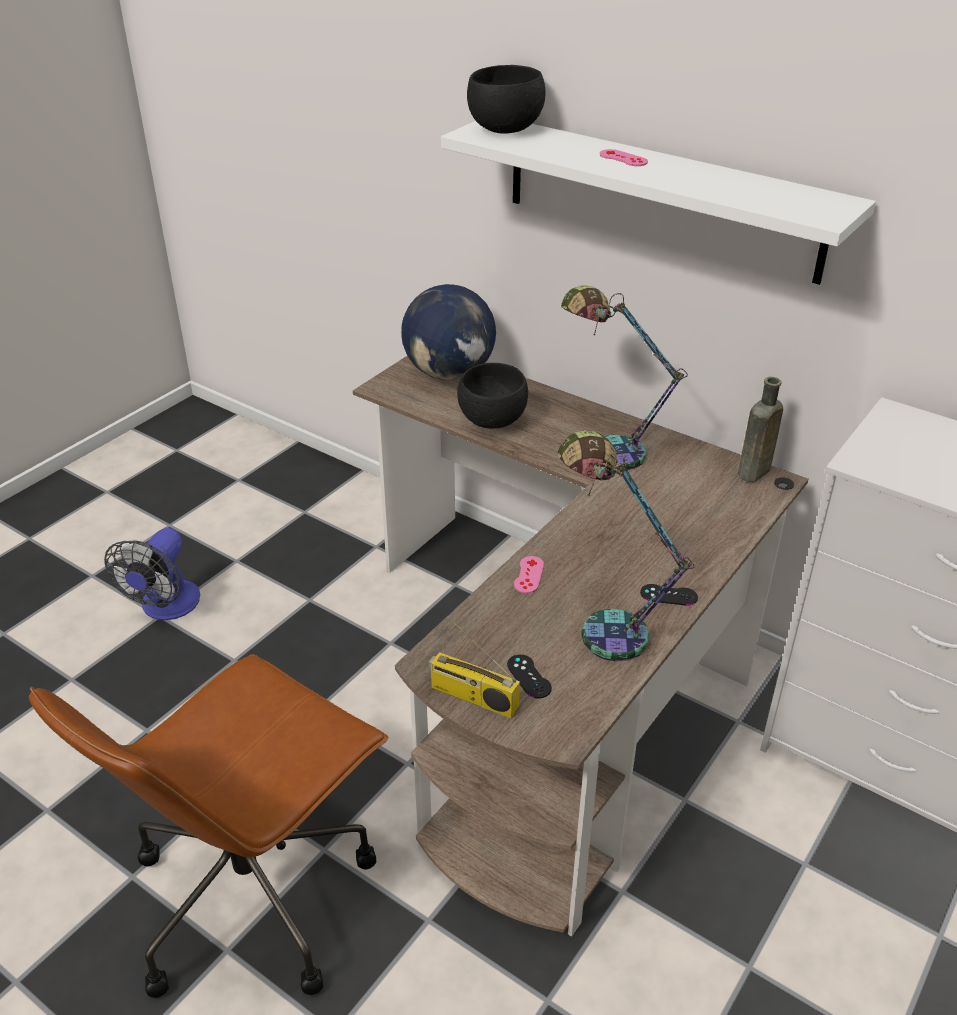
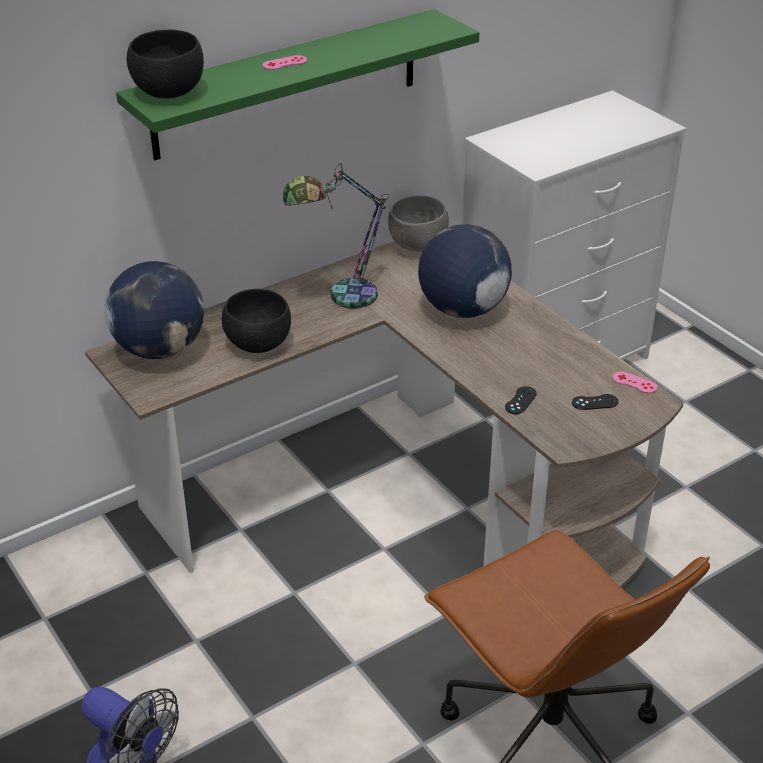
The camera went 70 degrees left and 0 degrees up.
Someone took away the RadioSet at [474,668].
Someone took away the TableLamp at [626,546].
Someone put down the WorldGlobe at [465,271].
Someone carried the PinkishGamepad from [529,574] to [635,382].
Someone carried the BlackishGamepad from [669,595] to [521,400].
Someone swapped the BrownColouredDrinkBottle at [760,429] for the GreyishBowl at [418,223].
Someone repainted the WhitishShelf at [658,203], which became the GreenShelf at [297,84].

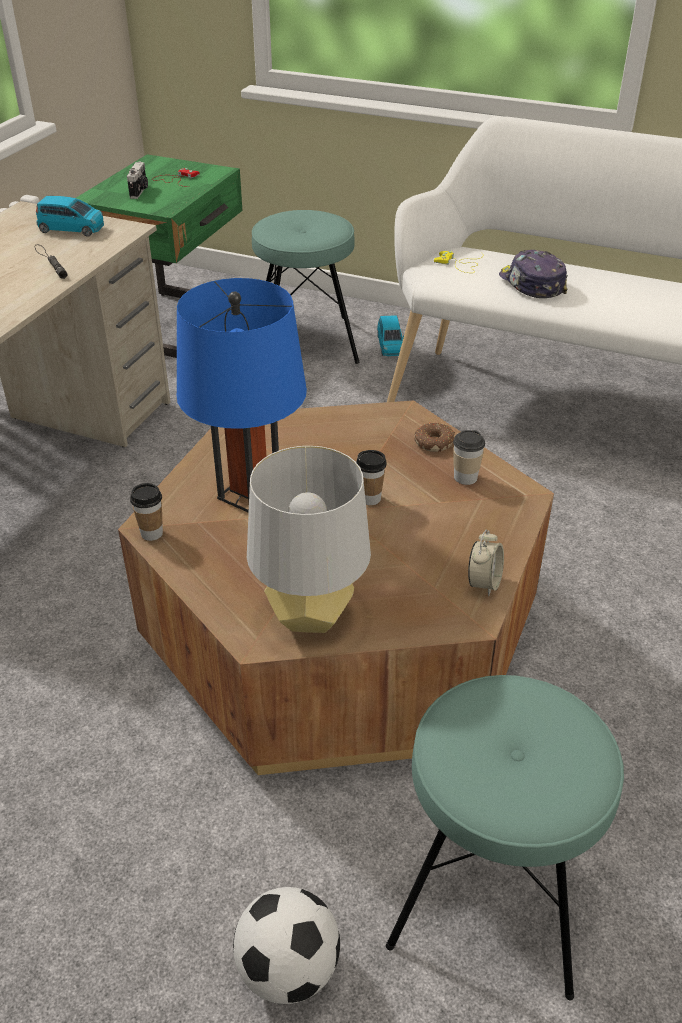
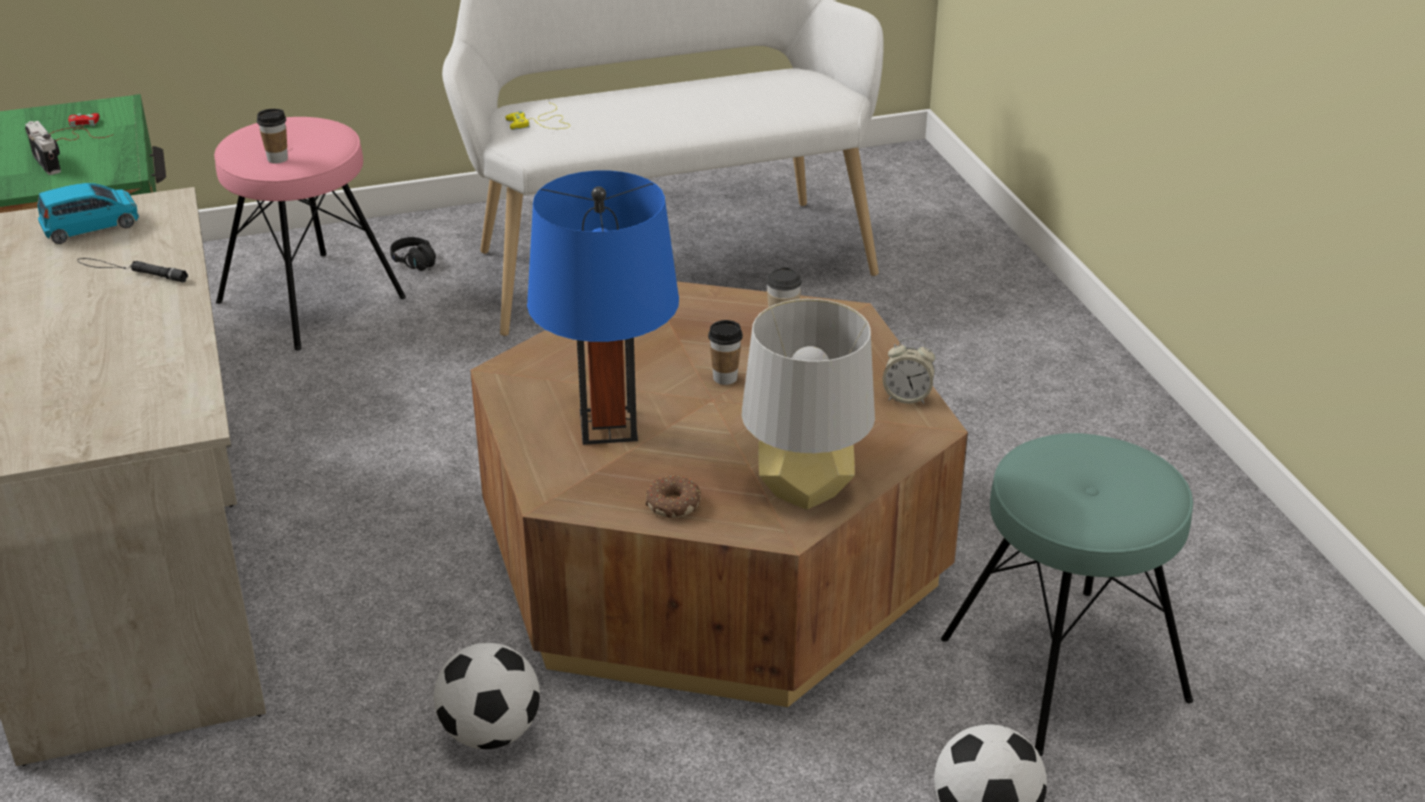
The camera went 40 degrees left and 5 degrees down.
Someone took away the BaseballCap at [533,274].
Someone put down the Football at [487,695].
Someone carried the DrinkingCup from [146,512] to [272,136].
Someone carried the Doughnut from [435,437] to [673,496].
Someone swapped the BluishMiniatureCar at [390,335] for the BlackishHeadset at [413,254].
Someone repainted the BlueGreenStool at [305,287], which became the PinkishStool at [310,234].
Someone rotated the AlarmClock at [486,563] by 120 degrees clockwise.

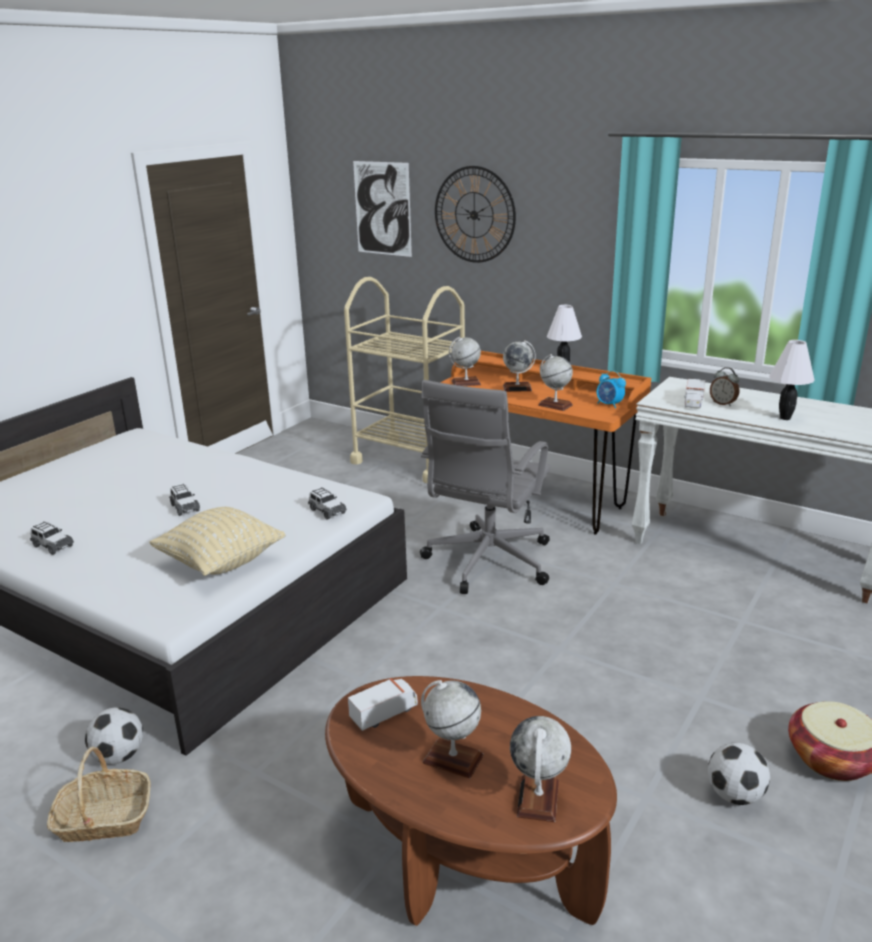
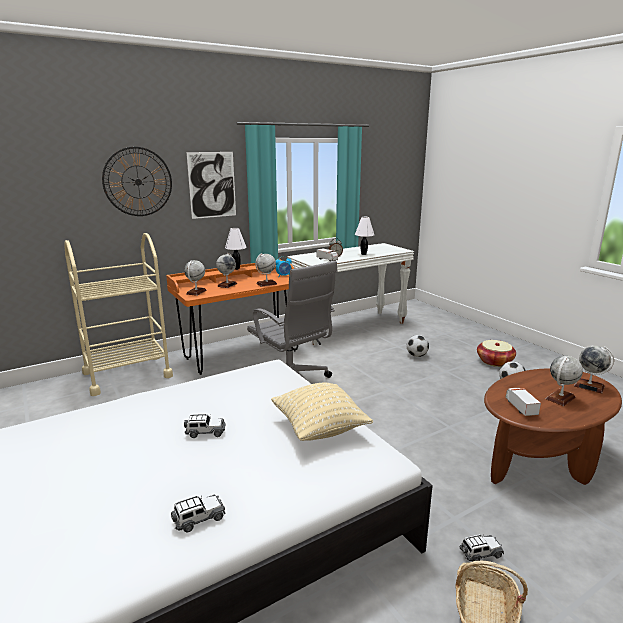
The camera went 65 degrees left and 5 degrees down.
Someone carried the Football from [114,735] to [418,346].
Someone carried the MiniatureCar from [327,503] to [482,547].
Someone carried the WallPicture from [382,209] to [211,185].

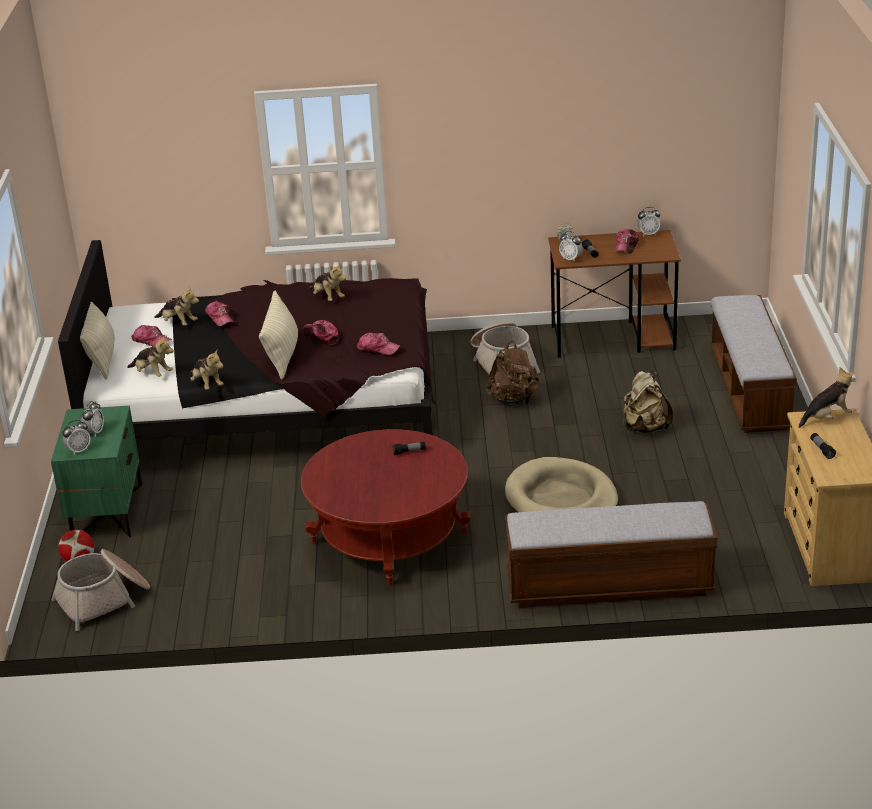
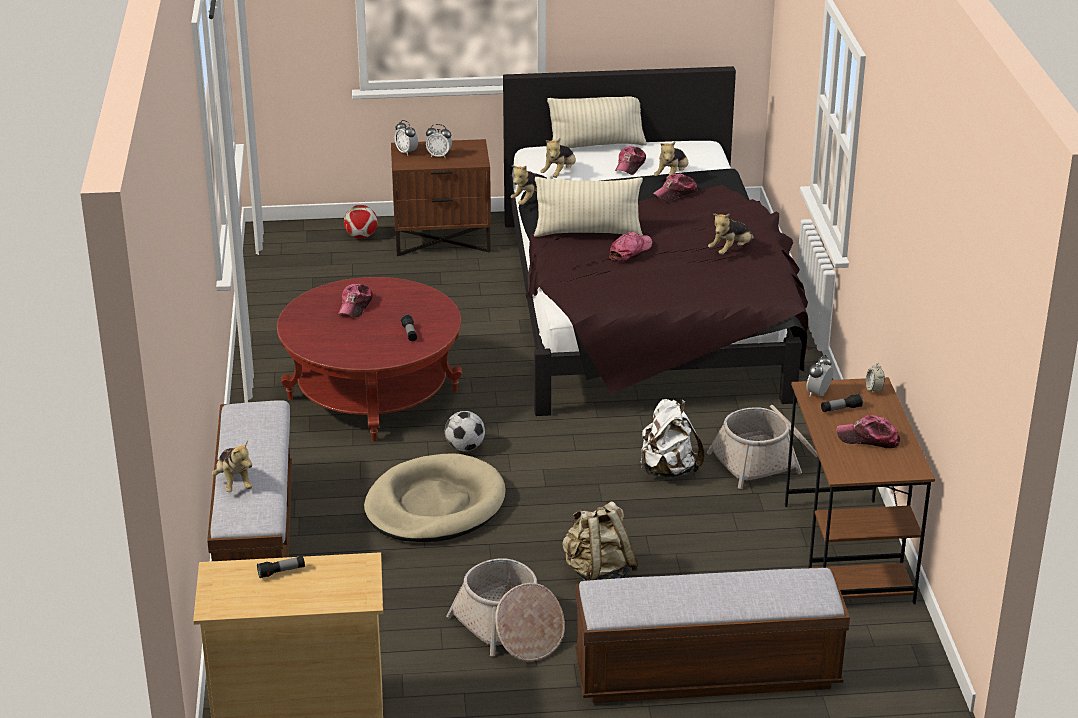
The camera went 85 degrees right and 0 degrees up.
Someone took away the AlarmClock at [649,221].
Someone put down the Football at [465,431].
Someone carried the StorageBasket from [101,590] to [505,610].
Someone carried the BaseballCap from [378,344] to [355,300].
Someone carried the CuddlyToy from [827,397] to [231,466].
Someone repainted the GreenNightstand at [96,472], which became the BrownColouredNightstand at [441,197].
Someone repainted the BrownColouredRucksack at [512,372], which became the WhitishRucksack at [672,438].

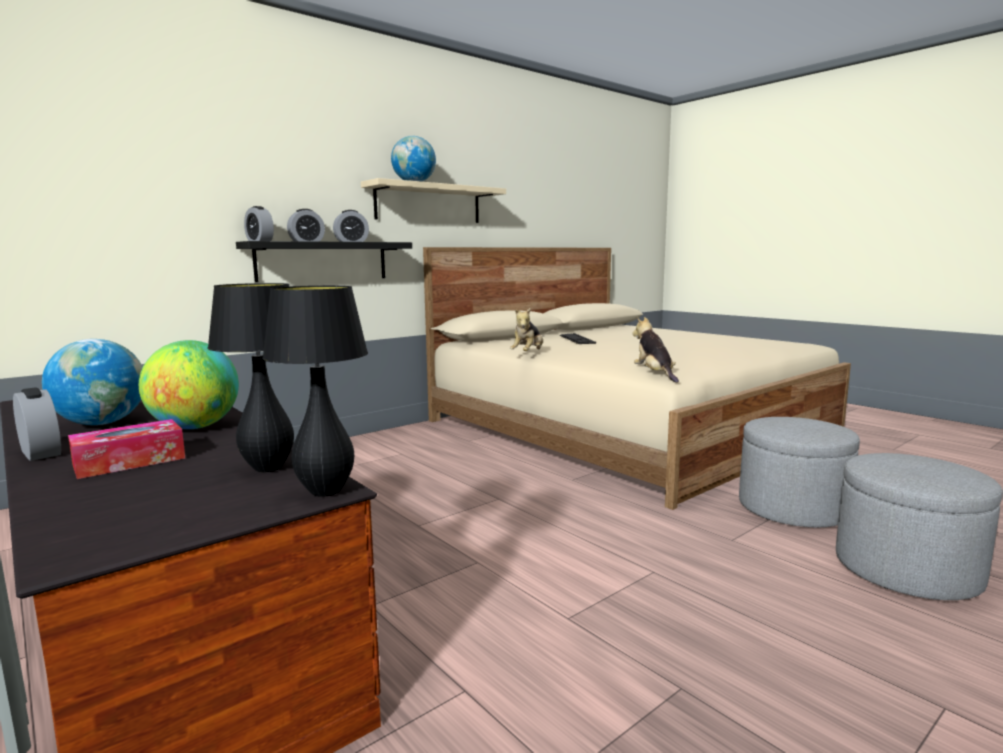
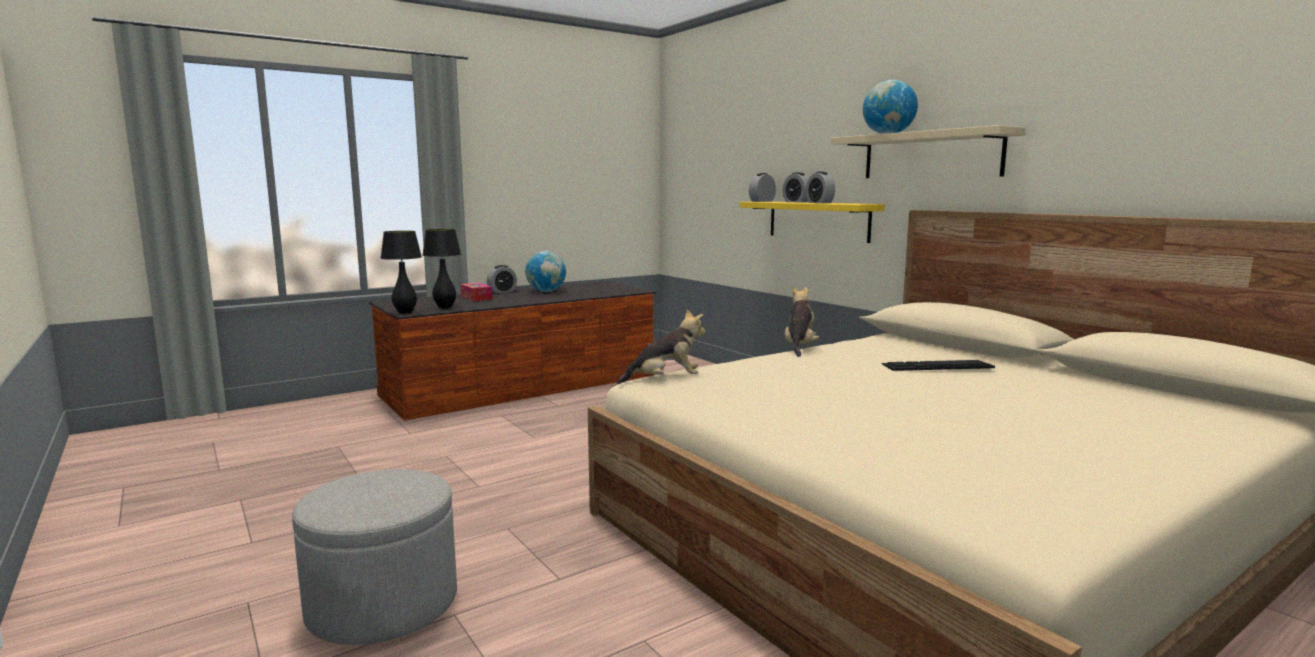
The camera went 95 degrees right and 0 degrees up.
Someone took away the WorldGlobe at [189,384].
Someone took away the GreyishOttoman at [799,472].
Someone repainted the BlackishShelf at [324,262], which became the YellowShelf at [811,222].
Someone rotated the CuddlyToy at [526,329] by 75 degrees clockwise.

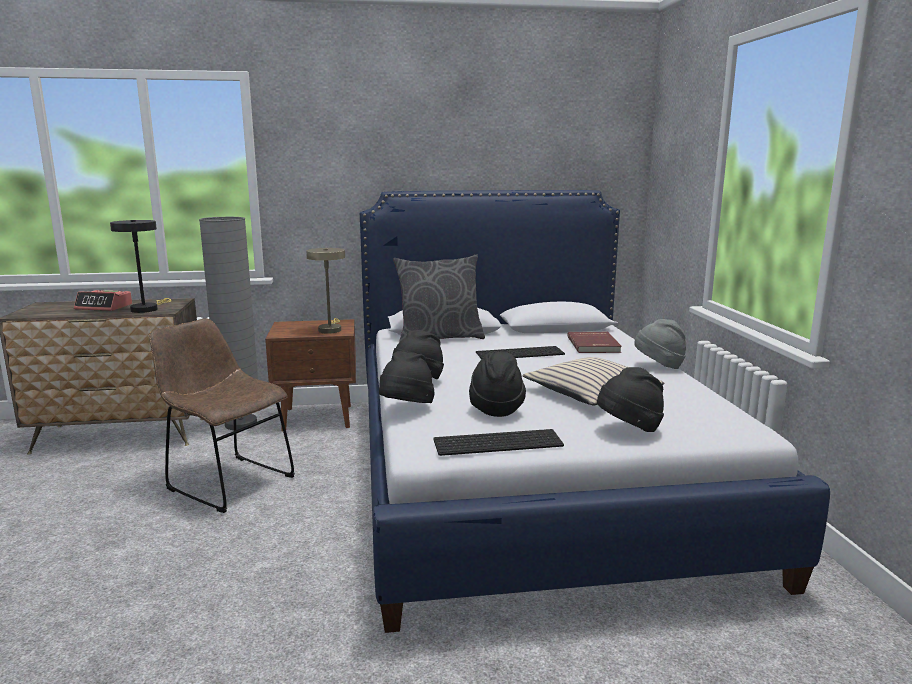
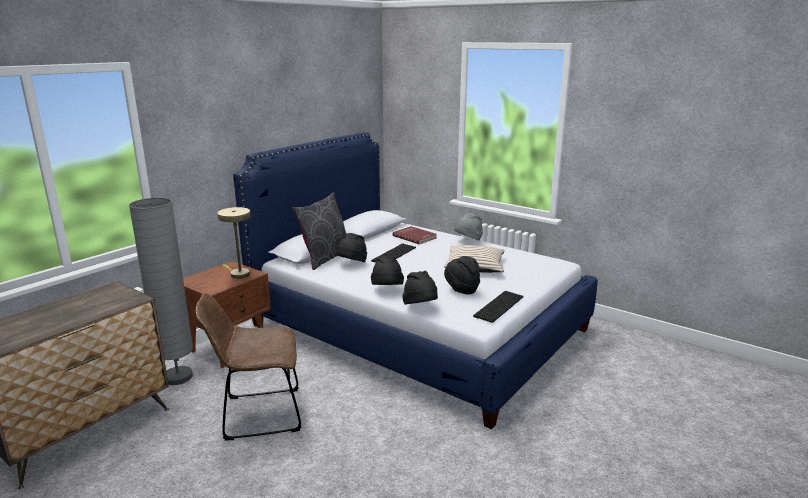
The camera went 45 degrees left and 5 degrees up.
Someone took away the AlarmClock at [103,300].
Someone took away the BlackishTableLamp at [140,266].
Someone carried the BlackishWearableHat from [630,399] to [351,247].

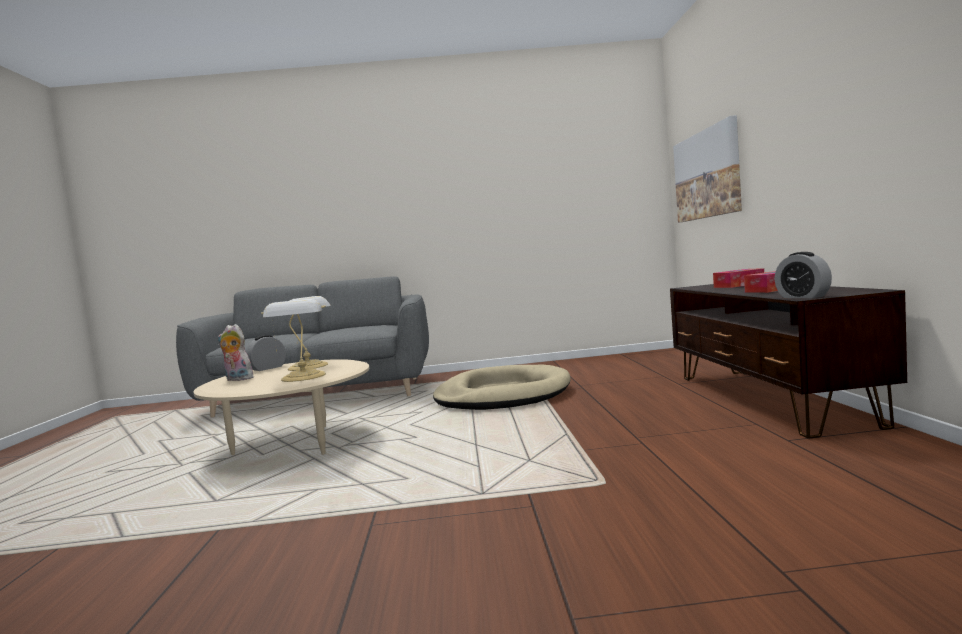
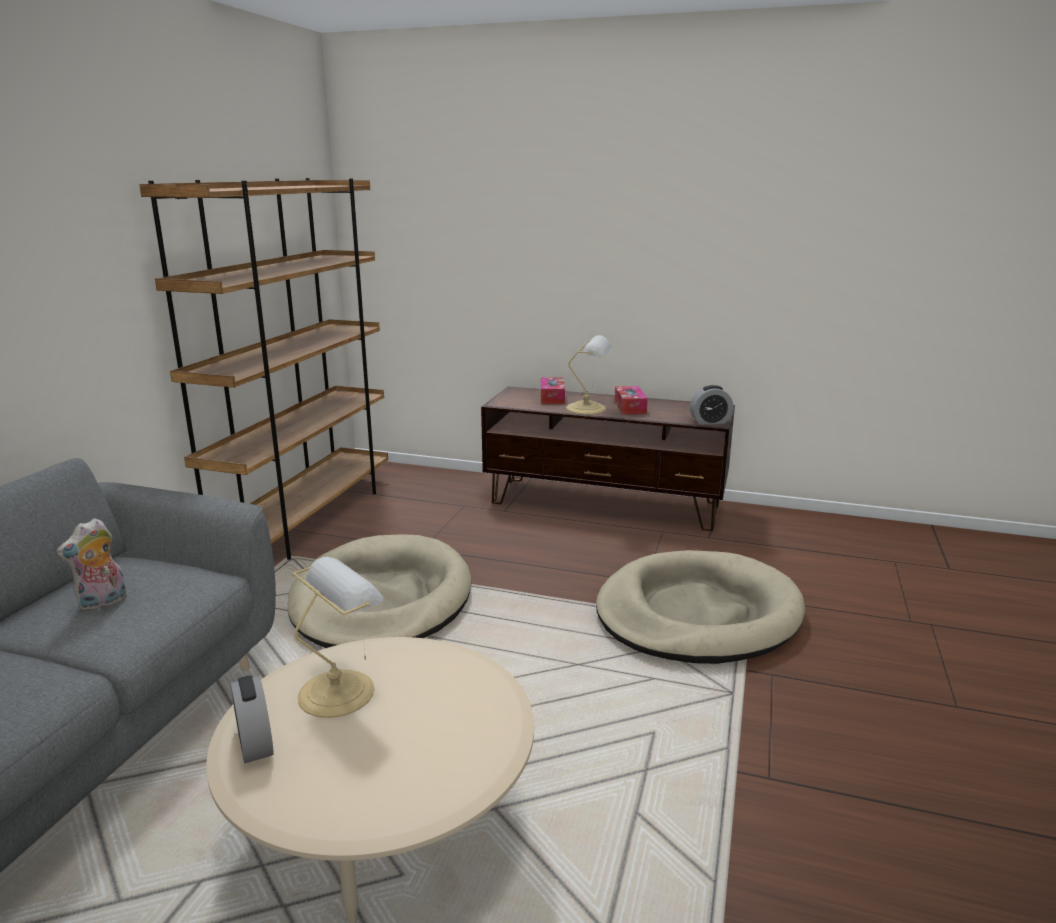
The camera went 70 degrees left and 15 degrees up.
Someone took away the WallPicture at [707,169].
Someone put down the BrownColouredShelvingUnit at [263,369].
Someone put down the SandColouredPetBed at [700,607].
Someone carried the CuddlyToy from [236,352] to [91,565].
Someone carried the TableLamp from [293,340] to [589,374].

